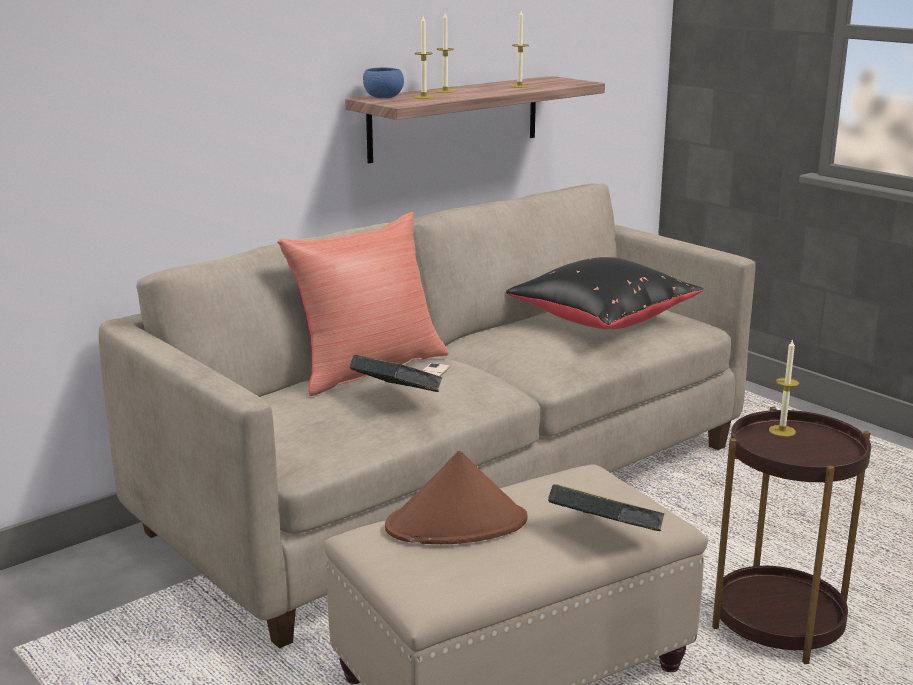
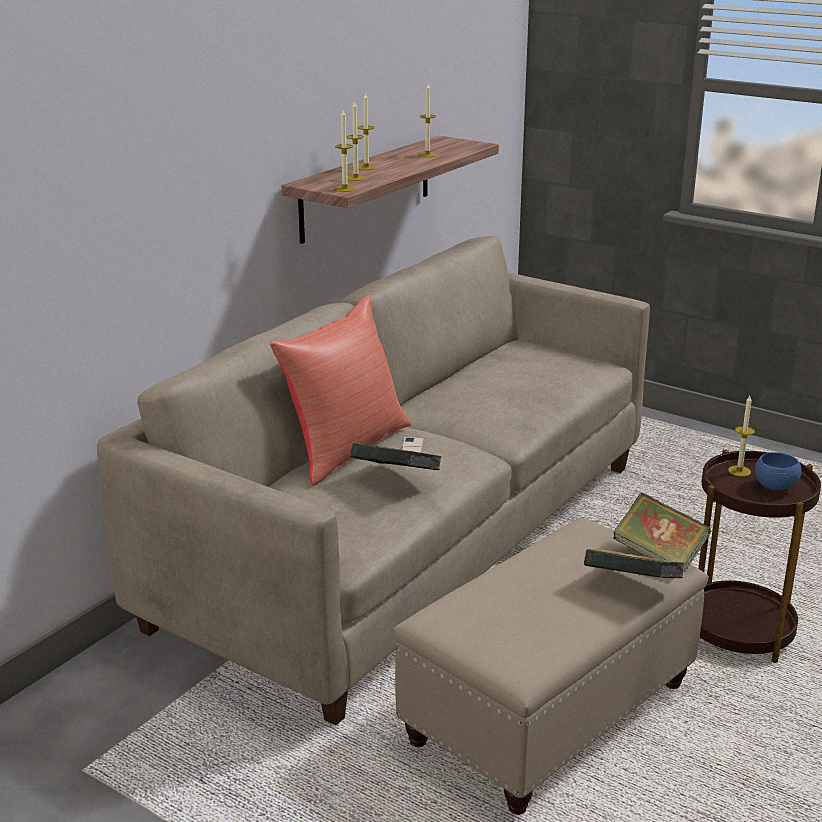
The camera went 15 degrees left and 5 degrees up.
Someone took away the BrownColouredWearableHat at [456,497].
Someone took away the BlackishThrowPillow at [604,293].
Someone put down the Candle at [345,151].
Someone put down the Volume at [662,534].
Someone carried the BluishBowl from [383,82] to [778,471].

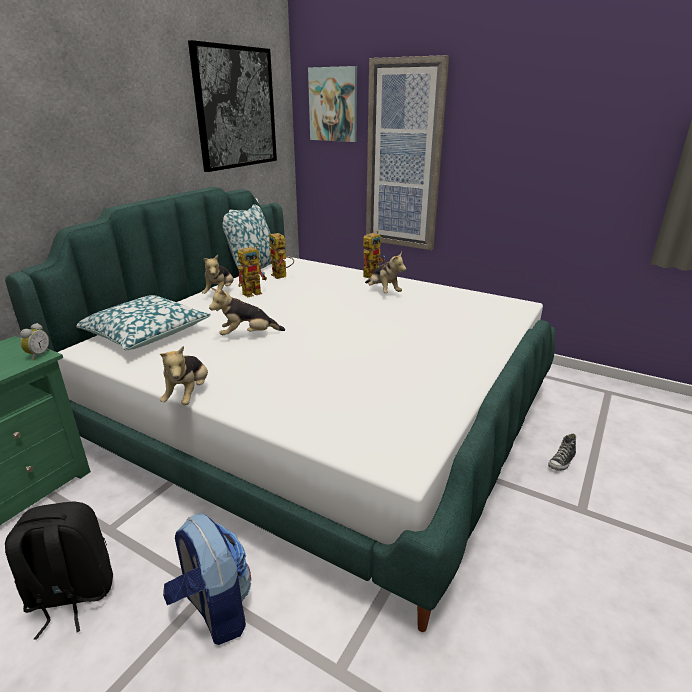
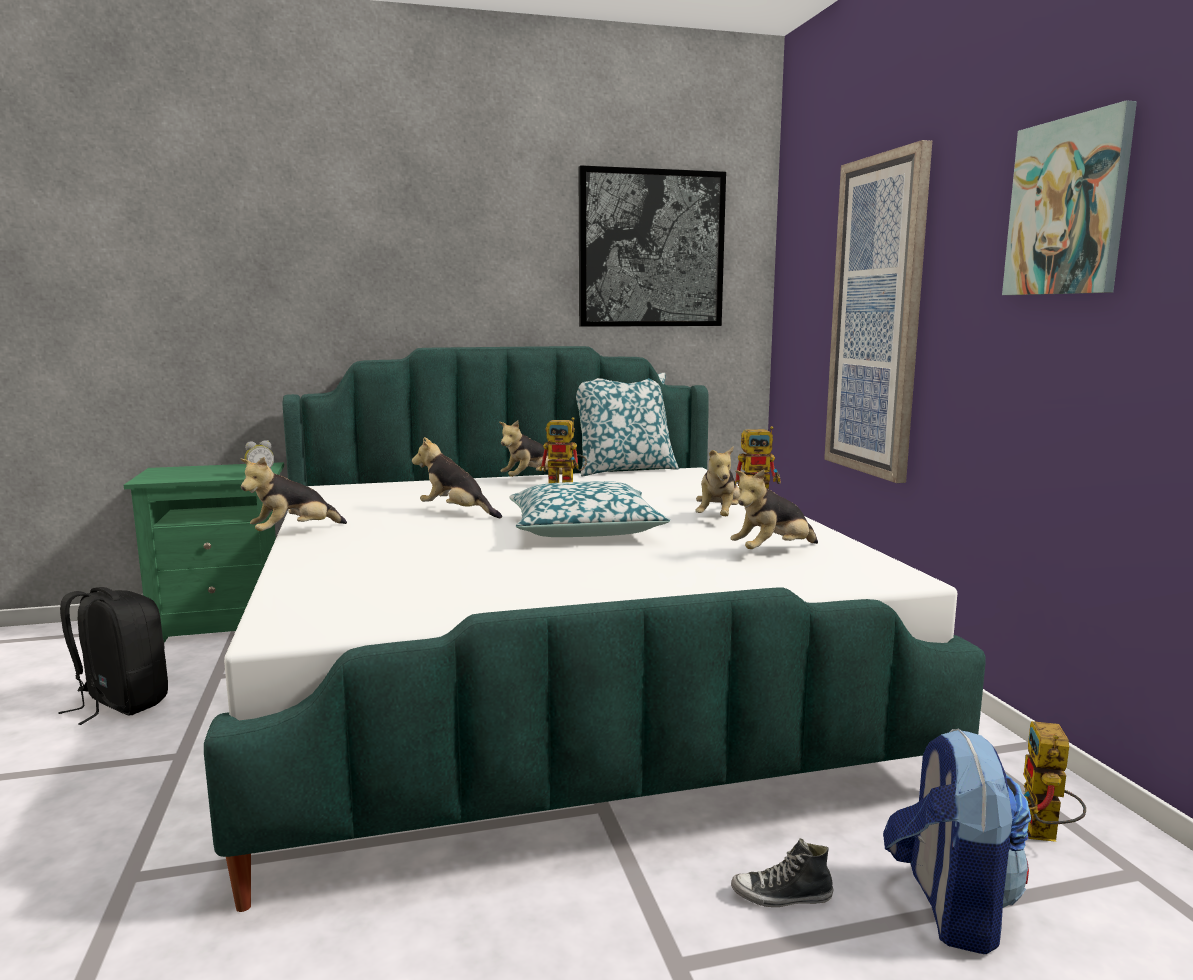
The camera went 45 degrees right and 15 degrees down.
Someone put down the CuddlyToy at [774,509].
Someone carried the ThrowPillow from [143,322] to [589,509].
Someone carried the Rucksack from [207,579] to [957,841].
Someone carried the ToyRobot from [281,256] to [1054,781].
Someone carried the WallPicture from [332,104] to [1069,197].

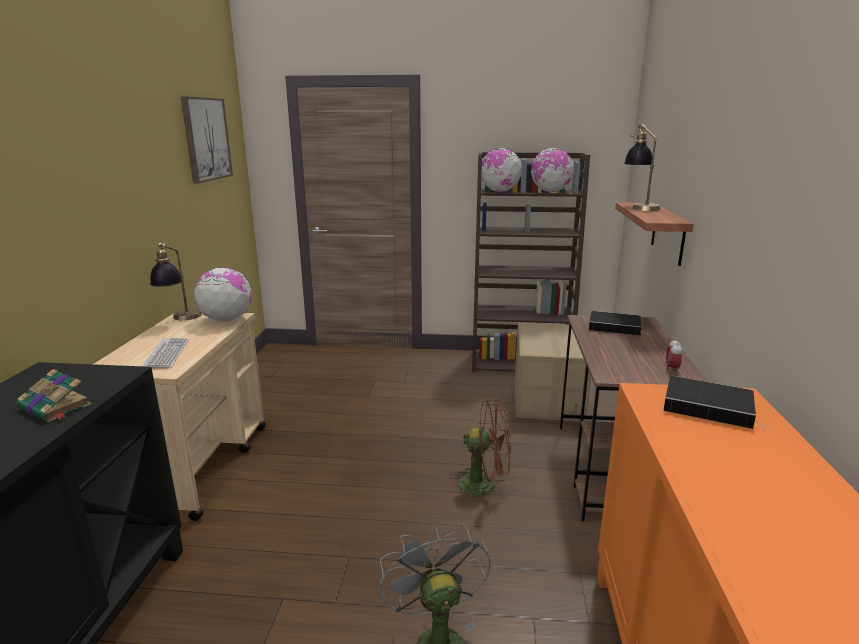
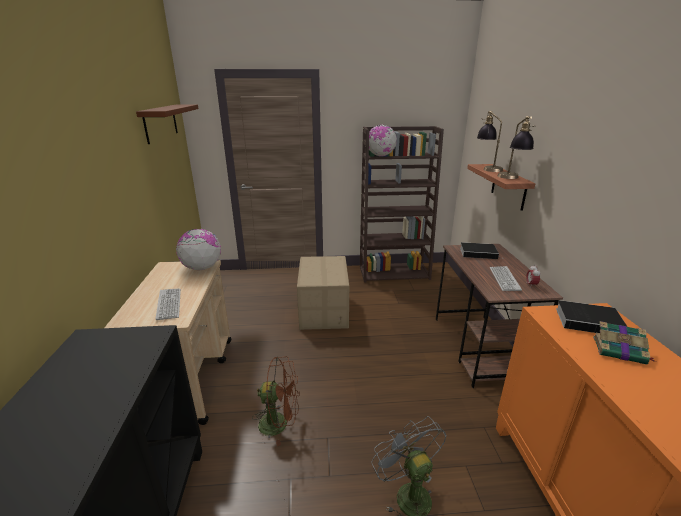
The camera went 10 degrees left and 5 degrees up.
Someone took away the WorldGlobe at [552,170].
Someone put down the Keyboard at [506,278].
Someone carried the Volume from [53,395] to [624,343].
Someone carried the TableLamp from [176,281] to [517,147].
Someone carried the BrownColouredFan from [480,453] to [276,401].
Someone carried the PackingBox from [553,372] to [323,293].
Someone swapped the WallPicture at [207,139] for the BrownColouredShelf at [167,124].

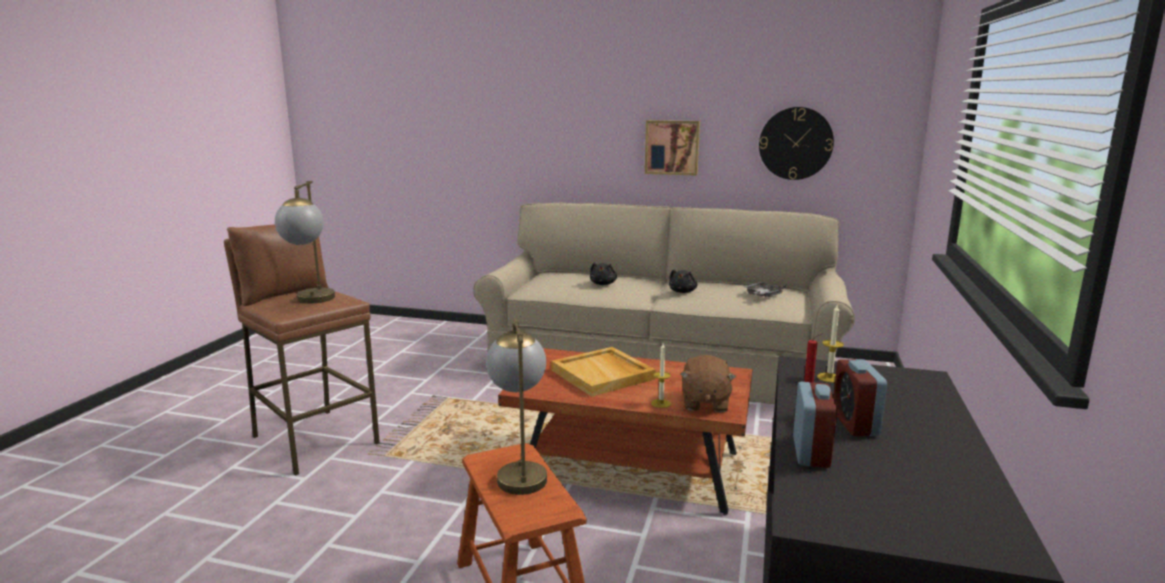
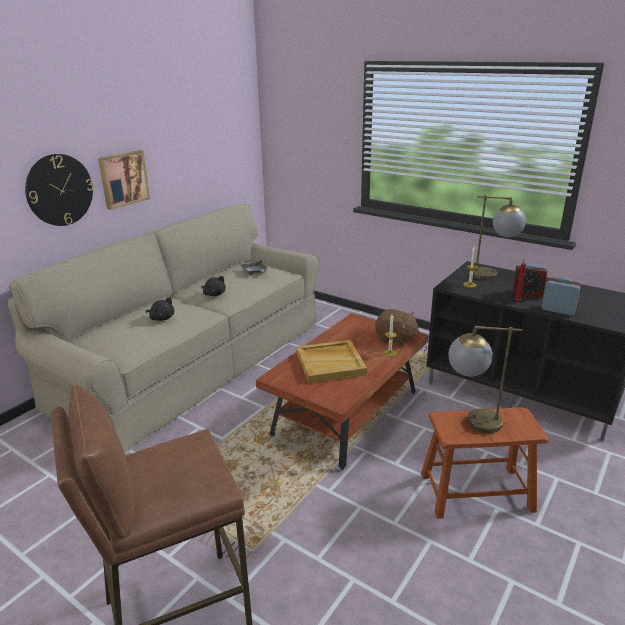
The camera went 70 degrees left and 10 degrees up.
Someone carried the TableLamp from [305,242] to [499,237].
Someone carried the HangingClock from [796,143] to [59,190].

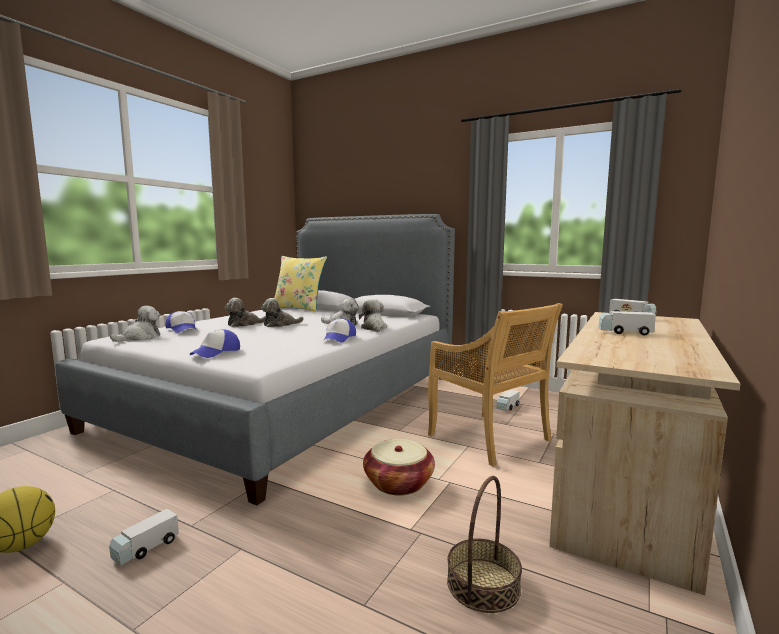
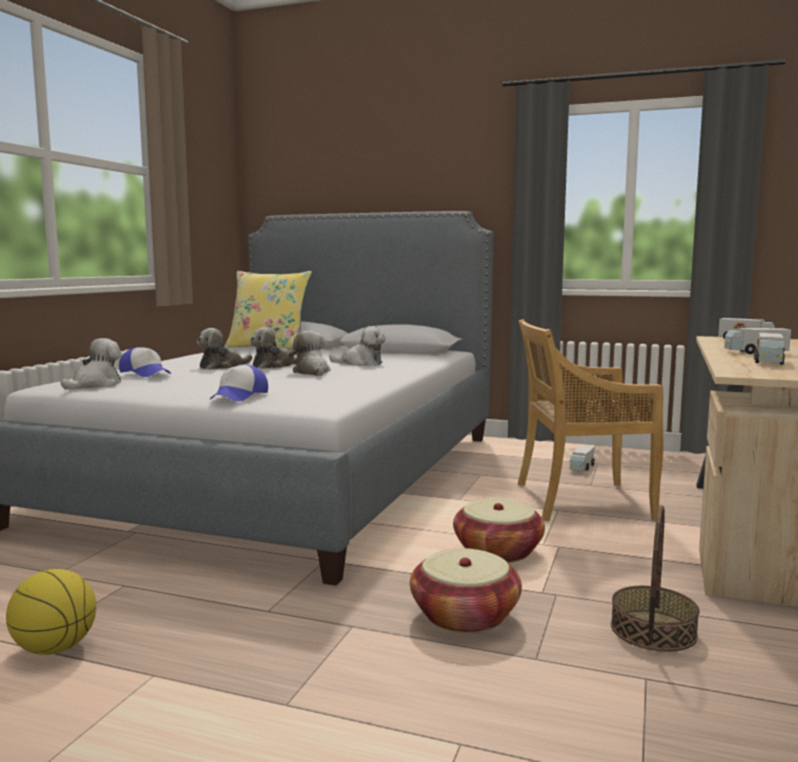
The camera went 10 degrees left and 0 degrees up.
Someone took away the BaseballCap at [340,330].
Someone put down the StorageBasket at [466,590].
Someone carried the ModelTruck from [144,537] to [769,348].
Someone carried the CuddlyToy from [373,315] to [309,353].
Someone rotated the SandColouredUprightChair at [495,385] by 135 degrees clockwise.

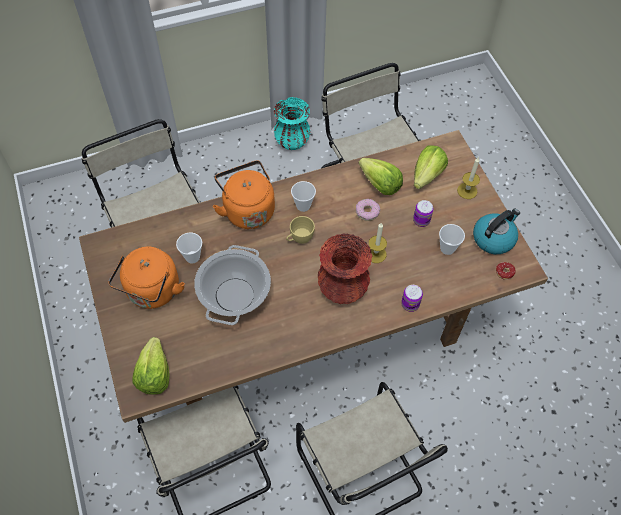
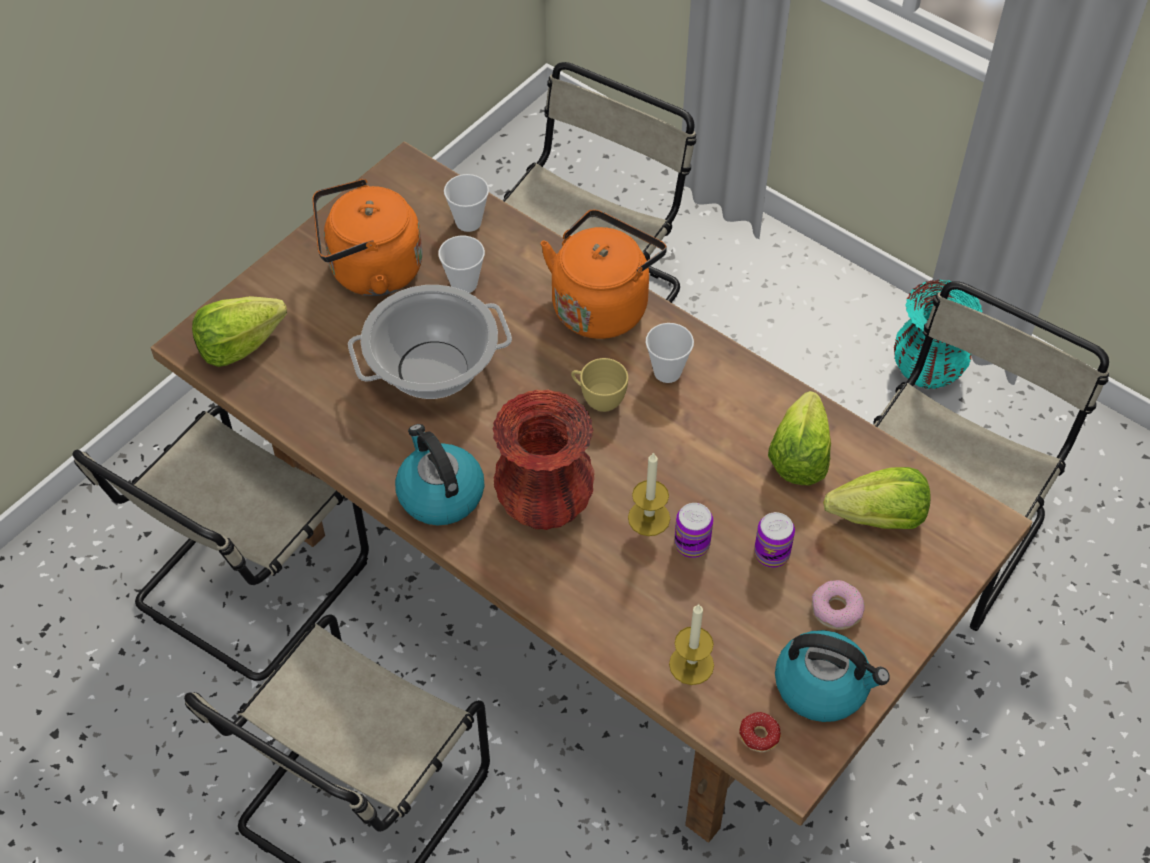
The camera went 60 degrees right and 5 degrees down.
Someone put down the TeaKettle at [439,474].
Someone carried the Doughnut from [368,210] to [838,605].
Someone carried the Can from [412,298] to [693,530].
Someone carried the DrinkingCup from [452,239] to [466,203].
Someone carried the Candle from [468,178] to [691,644].

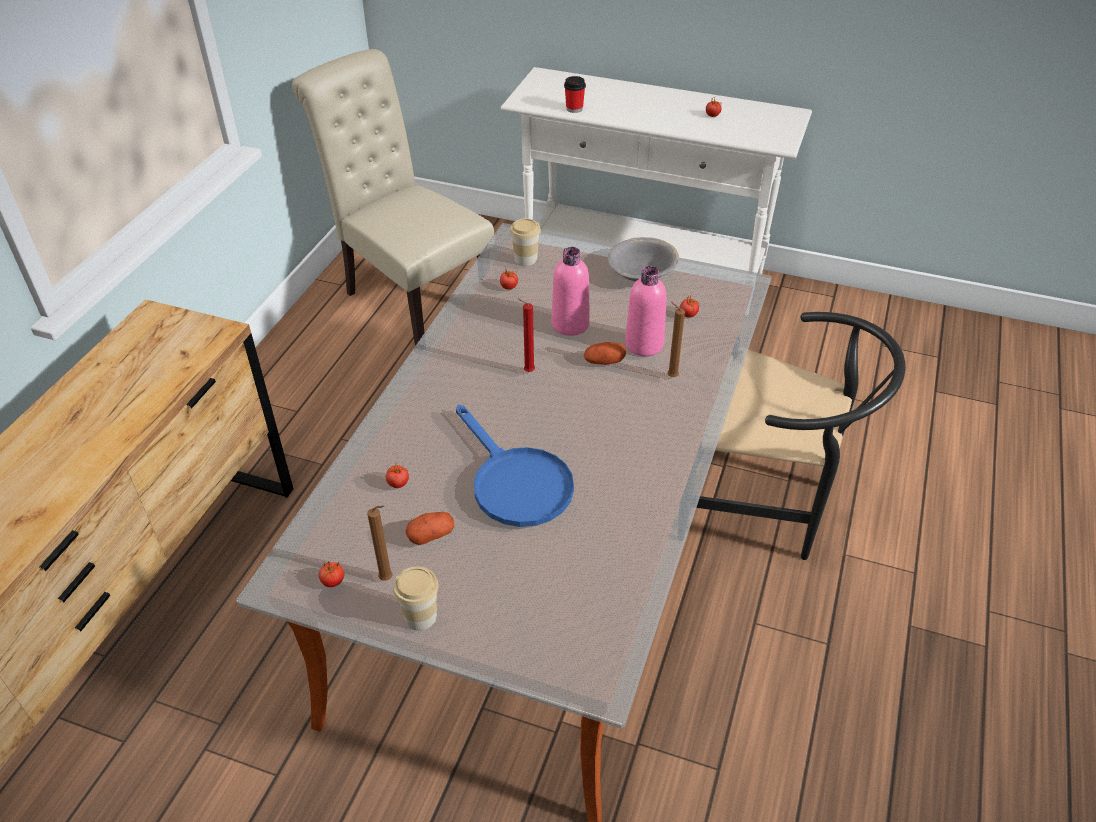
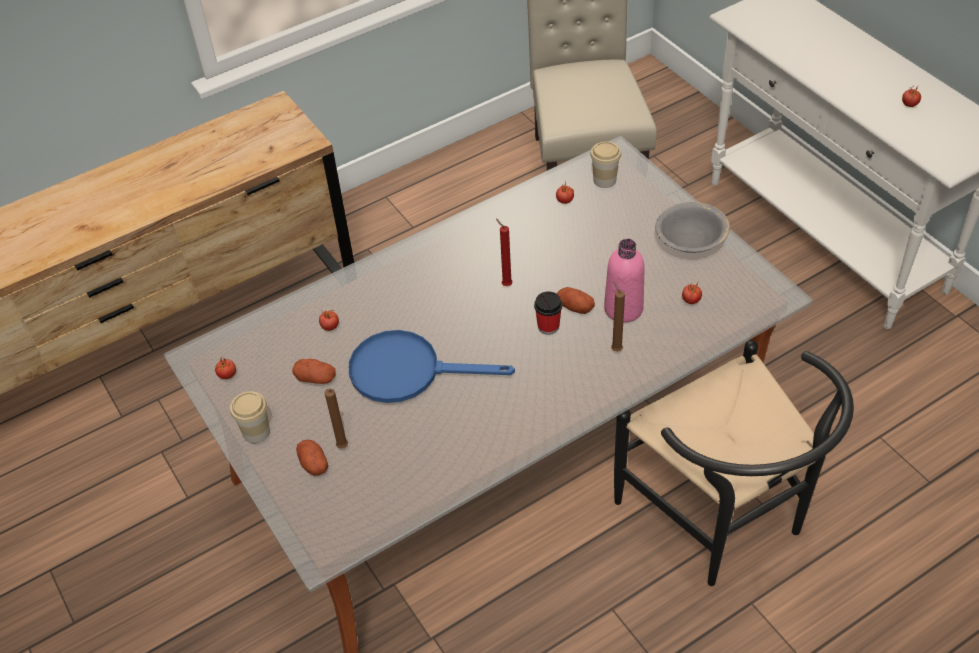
The camera went 40 degrees right and 5 degrees up.
Someone took away the PinkishDrinkBottle at [571,291].
Someone put down the Spud at [312,458].
Someone carried the BrownColouredCandle from [380,543] to [336,418].
Someone carried the DrinkingCup from [575,94] to [548,313].
Someone rotated the BluishSkillet at [515,466] by 90 degrees clockwise.

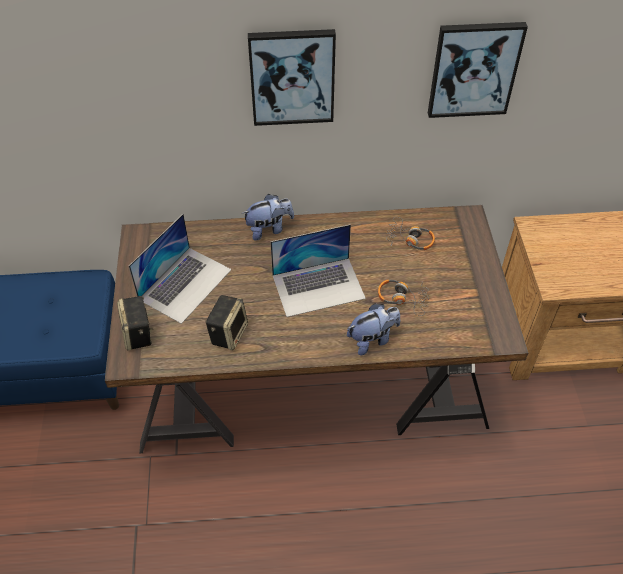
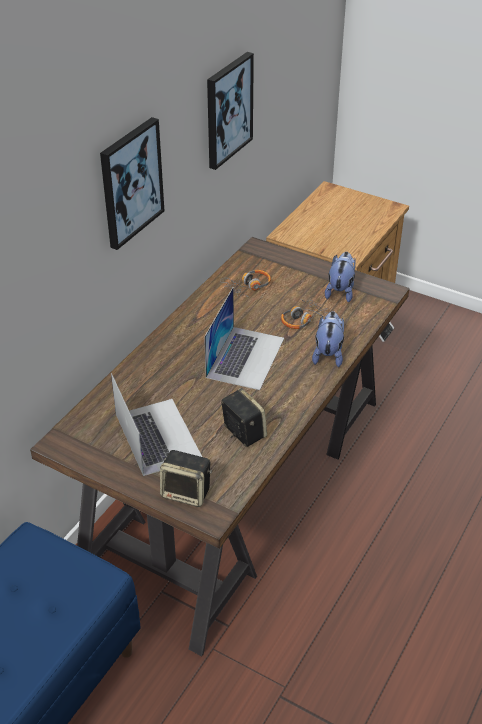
The camera went 55 degrees left and 10 degrees down.
Someone carried the CuddlyToy from [268,217] to [340,277].

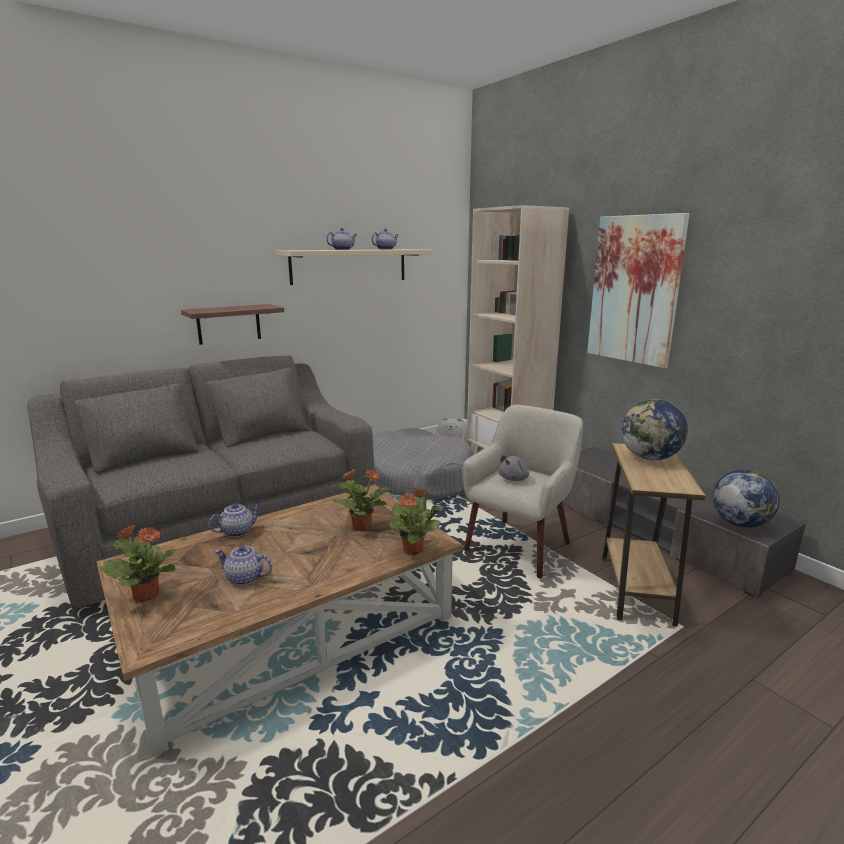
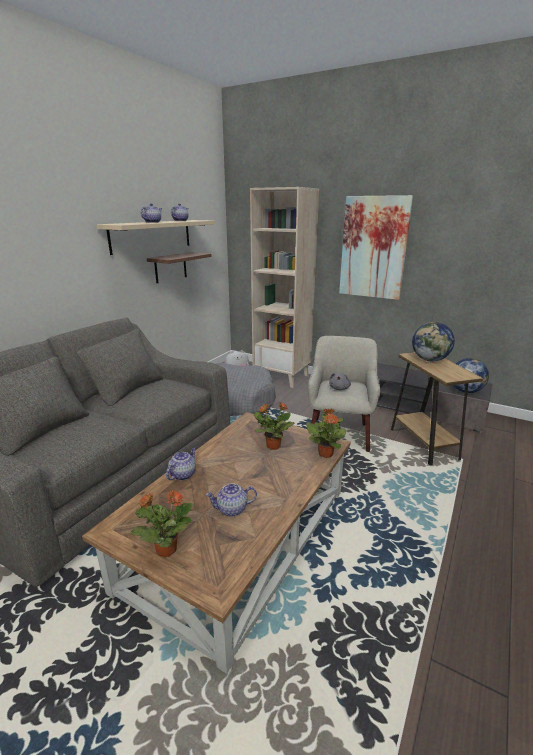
The camera went 25 degrees left and 5 degrees up.
Someone carried the Shelf from [232,324] to [179,267].

